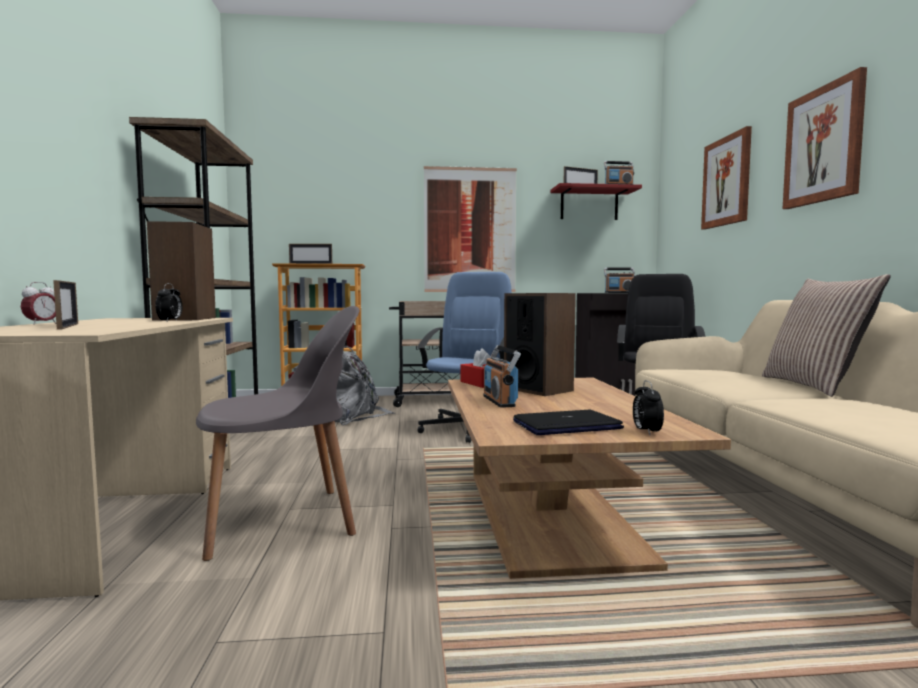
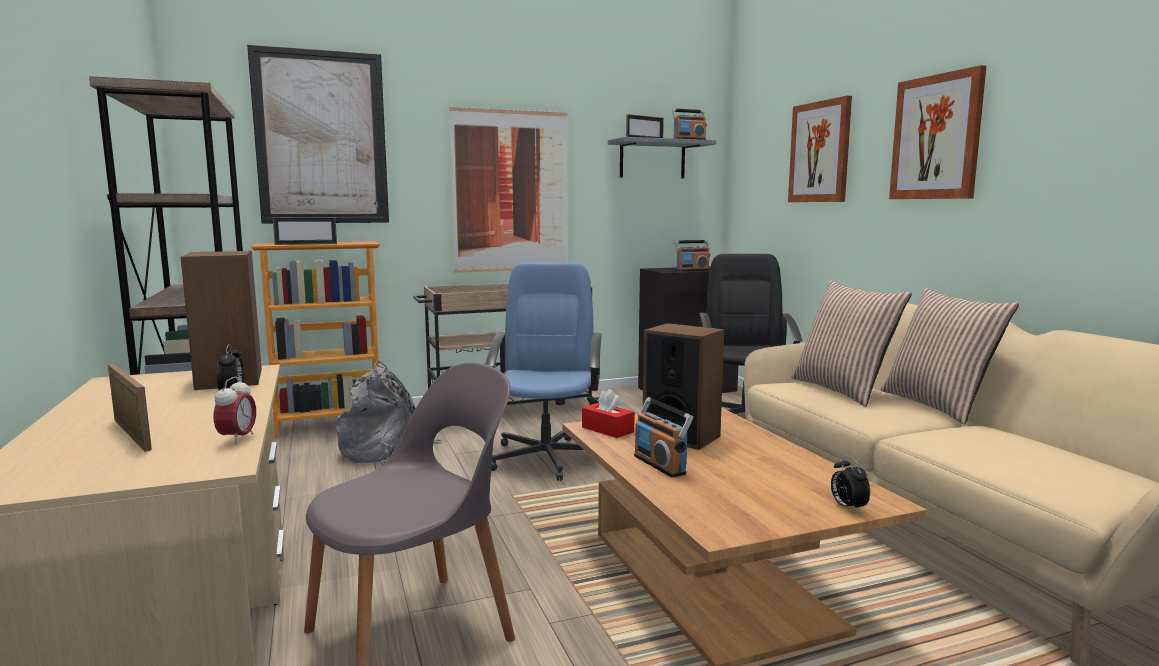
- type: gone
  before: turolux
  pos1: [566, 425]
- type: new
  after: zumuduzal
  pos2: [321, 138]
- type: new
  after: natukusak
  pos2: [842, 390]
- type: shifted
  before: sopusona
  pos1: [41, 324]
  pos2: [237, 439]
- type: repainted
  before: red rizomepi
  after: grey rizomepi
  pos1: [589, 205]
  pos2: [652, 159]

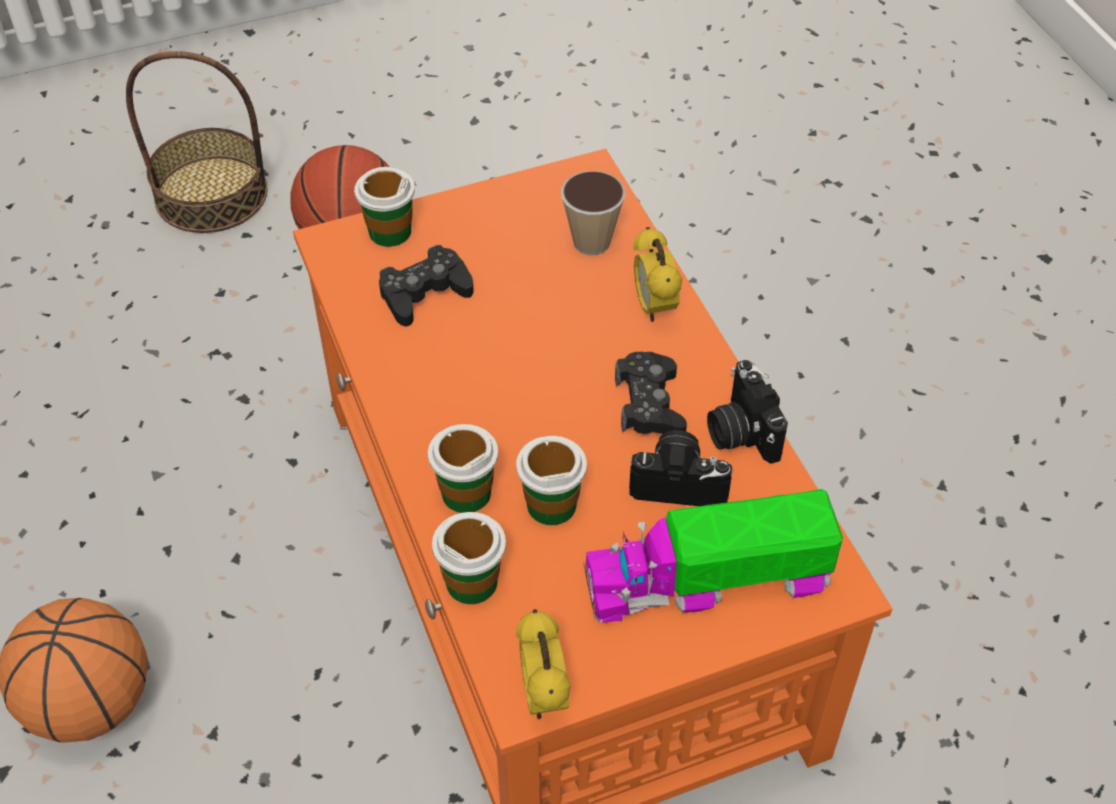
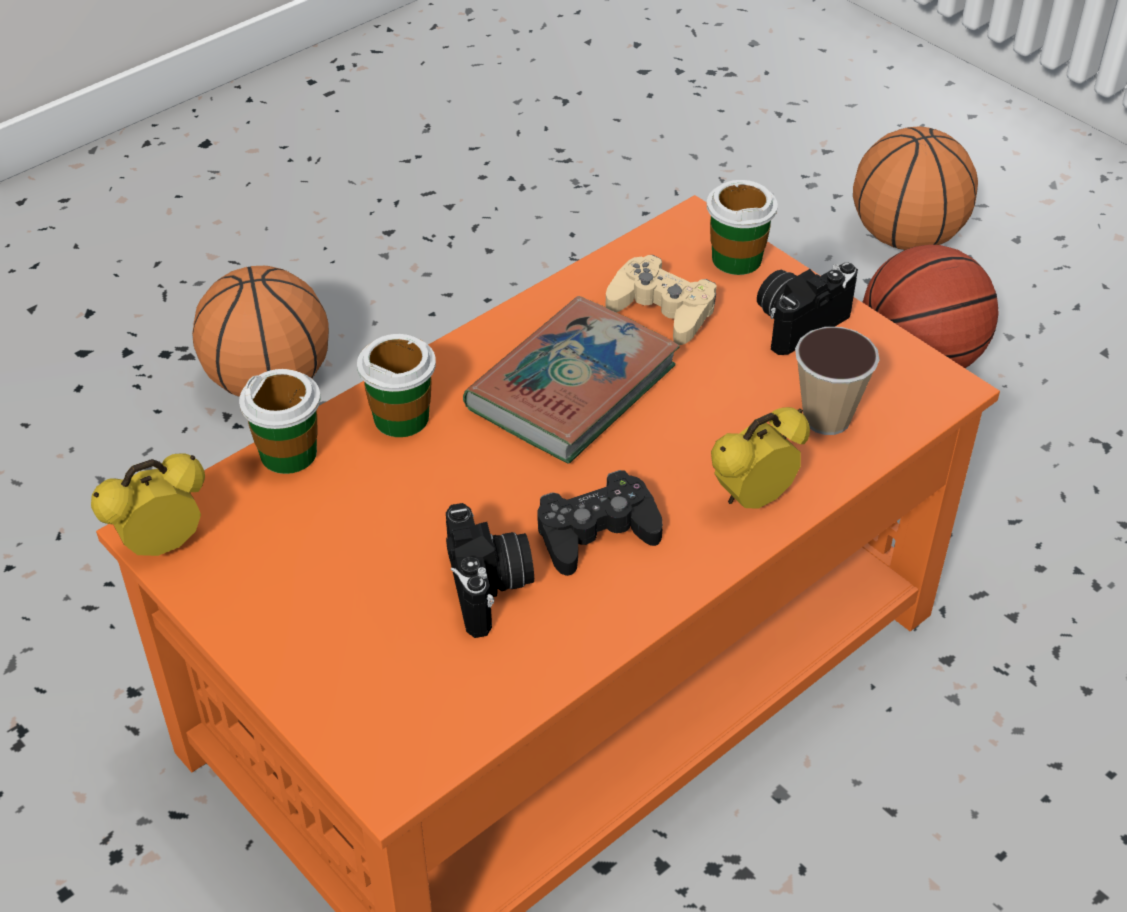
- type: gone
  before: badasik
  pos1: [551, 504]
- type: gone
  before: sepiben
  pos1: [707, 580]
- type: new
  after: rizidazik
  pos2: [572, 388]
- type: shifted
  before: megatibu
  pos1: [740, 431]
  pos2: [798, 321]
- type: swapped
  before: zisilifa
  after: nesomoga
  pos1: [211, 194]
  pos2: [905, 237]
- type: repainted
  before: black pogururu
  after: beige pogururu
  pos1: [424, 293]
  pos2: [662, 309]

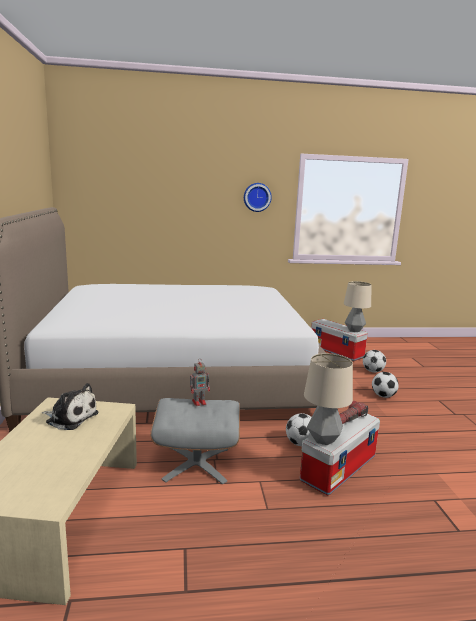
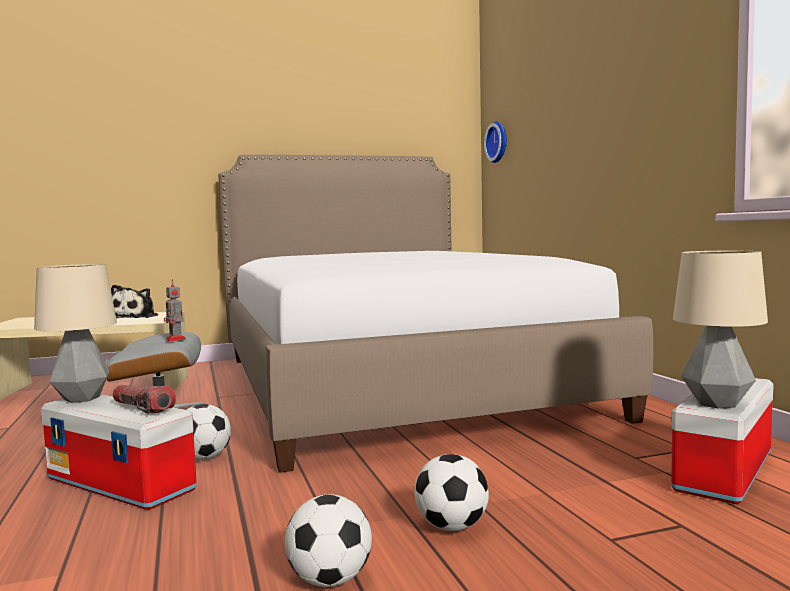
- type: shifted
  before: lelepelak
  pos1: [257, 197]
  pos2: [498, 142]
- type: shifted
  before: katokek
  pos1: [373, 371]
  pos2: [330, 580]

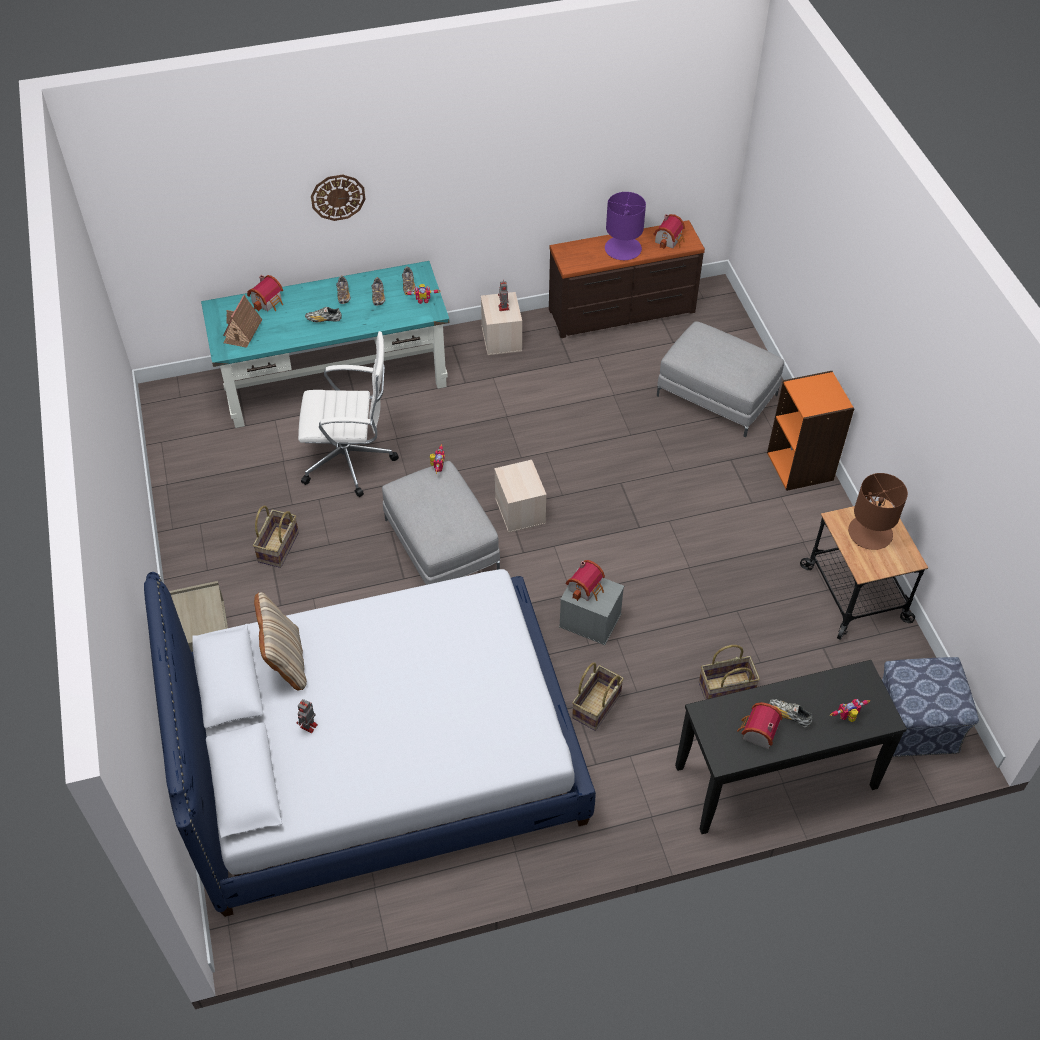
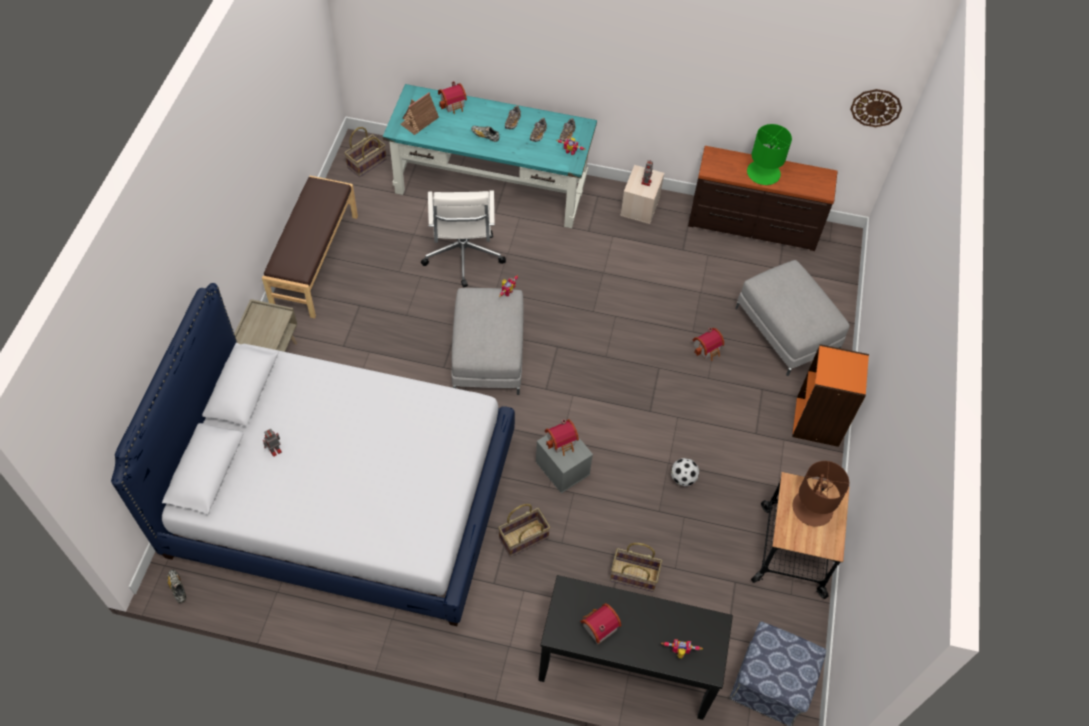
- type: gone
  before: beige natukusak
  pos1: [285, 662]
- type: gone
  before: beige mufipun
  pos1: [521, 511]
- type: new
  after: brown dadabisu
  pos2: [314, 261]
- type: new
  after: katokek
  pos2: [683, 478]
- type: shifted
  before: zisilifa
  pos1: [279, 547]
  pos2: [367, 164]
- type: shifted
  before: lelepelak
  pos1: [338, 197]
  pos2: [876, 107]
- type: shifted
  before: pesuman
  pos1: [670, 240]
  pos2: [708, 349]
- type: shifted
  before: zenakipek
  pos1: [789, 715]
  pos2: [177, 588]
- type: repainted
  before: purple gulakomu
  after: green gulakomu
  pos1: [623, 248]
  pos2: [763, 173]
- type: rotated
  before: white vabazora
  pos1: [351, 460]
  pos2: [463, 256]
  turn: 60

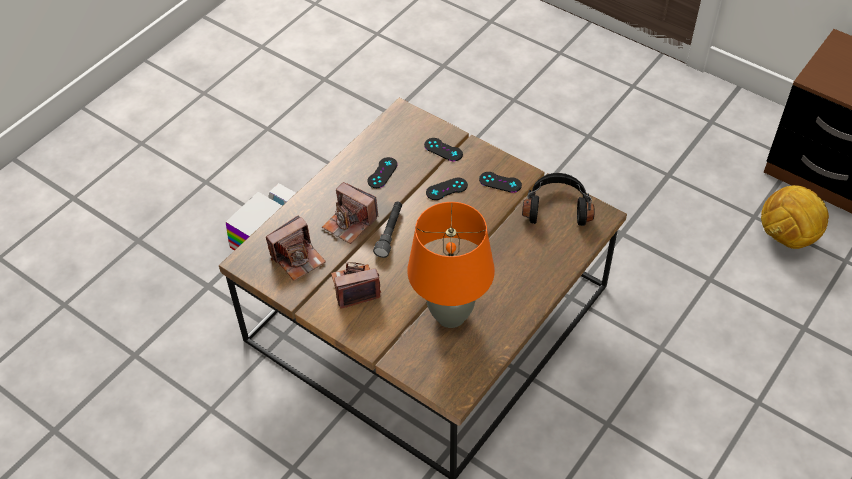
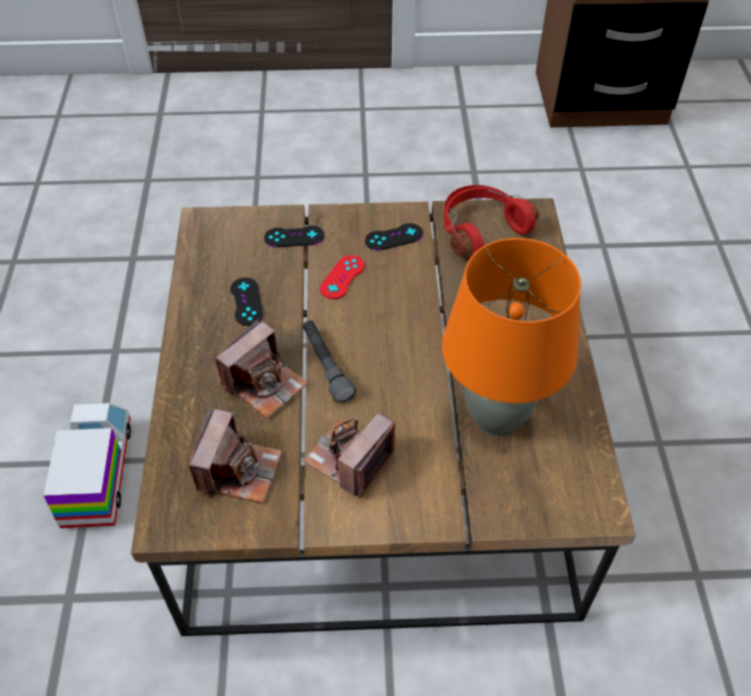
- type: gone
  before: katokek
  pos1: [787, 237]
- type: repainted
  before: black pogururu
  after: red pogururu
  pos1: [446, 189]
  pos2: [342, 277]
- type: repainted
  before: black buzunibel
  after: red buzunibel
  pos1: [557, 207]
  pos2: [480, 229]
- type: rotated
  before: megatibu
  pos1: [350, 223]
  pos2: [264, 384]
  turn: -45

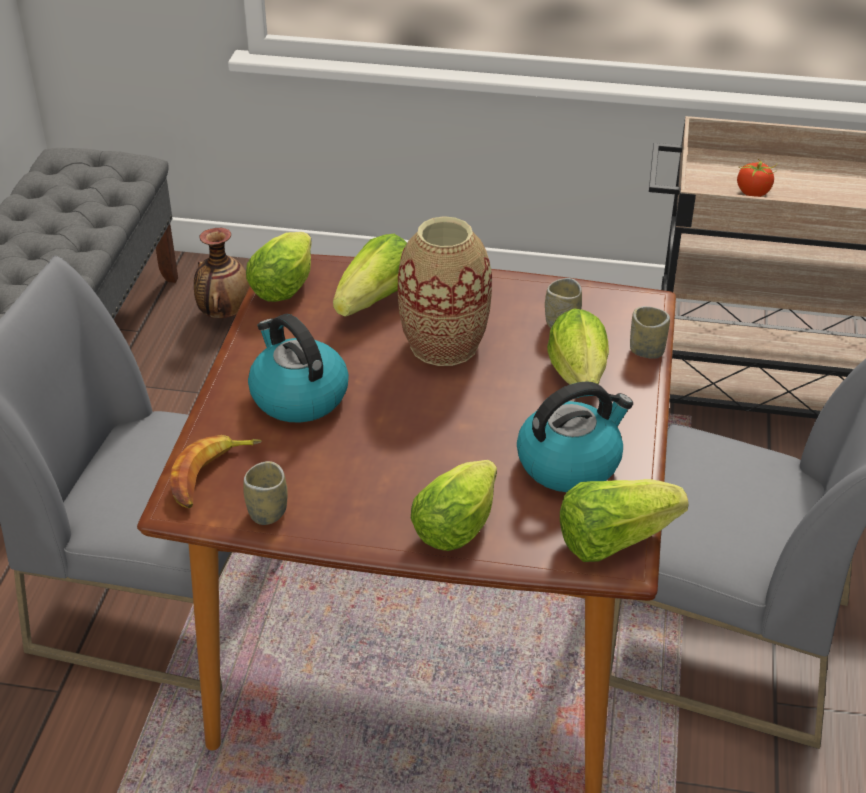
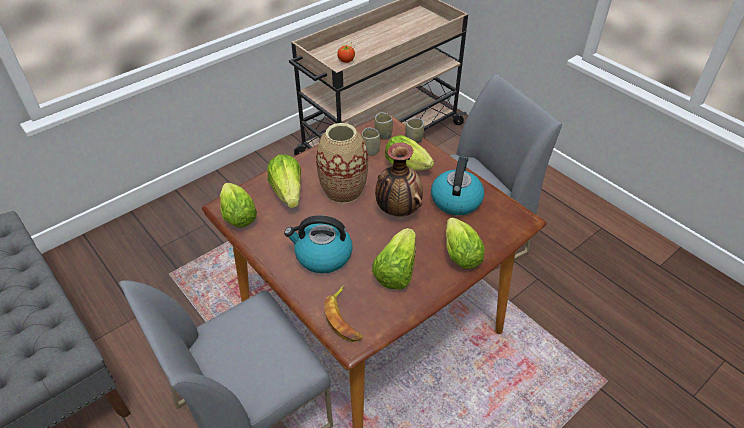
- type: shifted
  before: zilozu
  pos1: [224, 313]
  pos2: [397, 210]
- type: shifted
  before: badasik
  pos1: [267, 512]
  pos2: [383, 135]
- type: shifted
  before: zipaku
  pos1: [613, 539]
  pos2: [396, 270]

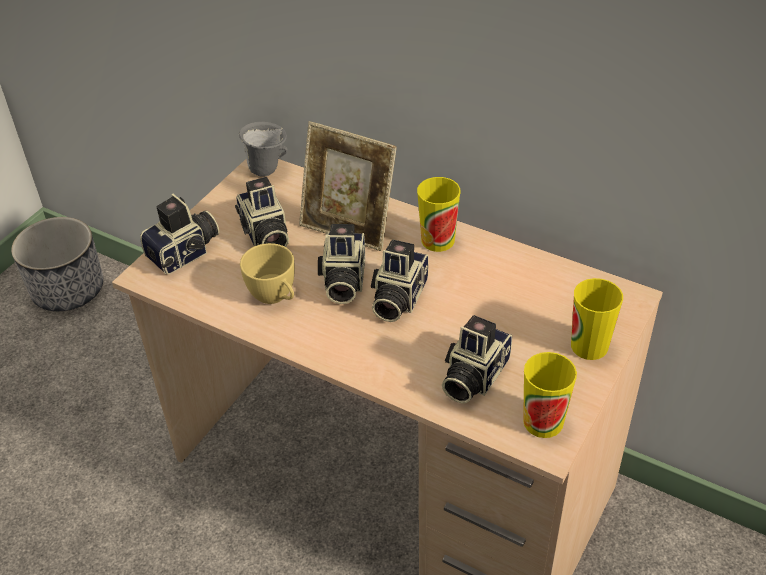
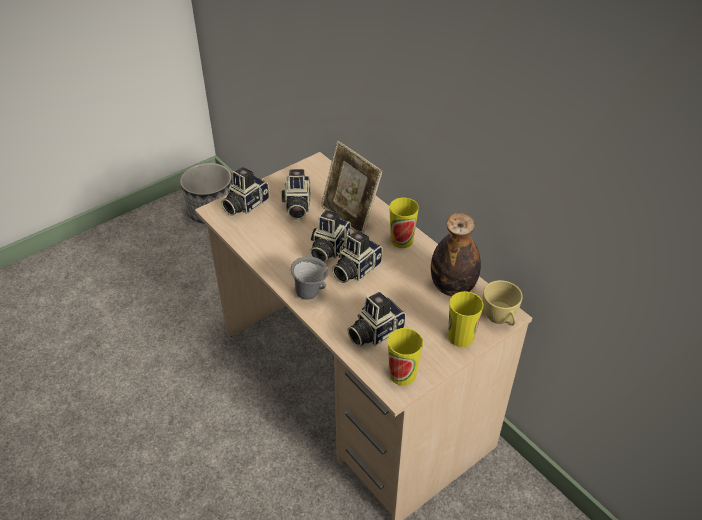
- type: new
  after: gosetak
  pos2: [452, 287]
- type: shifted
  before: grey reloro
  pos1: [267, 170]
  pos2: [310, 294]
- type: shifted
  before: yellow badasik
  pos1: [275, 297]
  pos2: [500, 319]
- type: rotated
  before: megatibu
  pos1: [186, 253]
  pos2: [245, 204]
  turn: 150

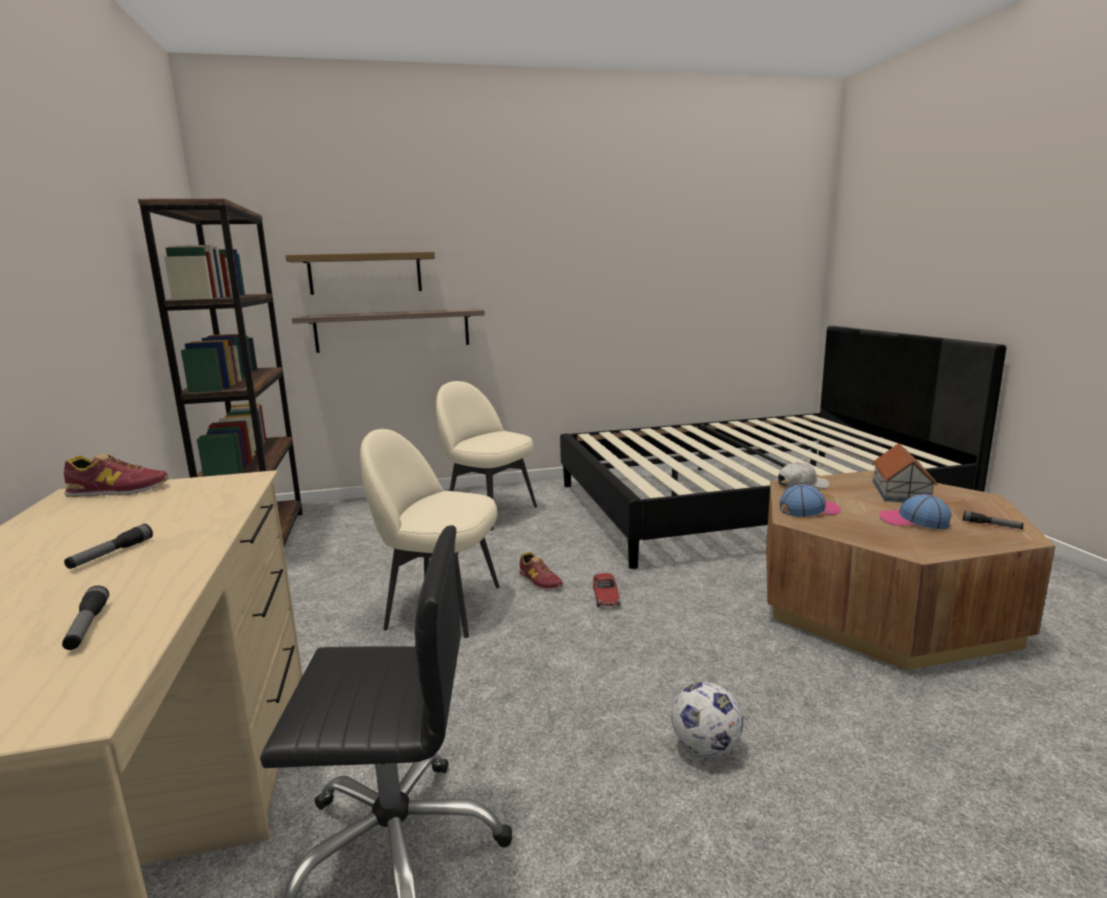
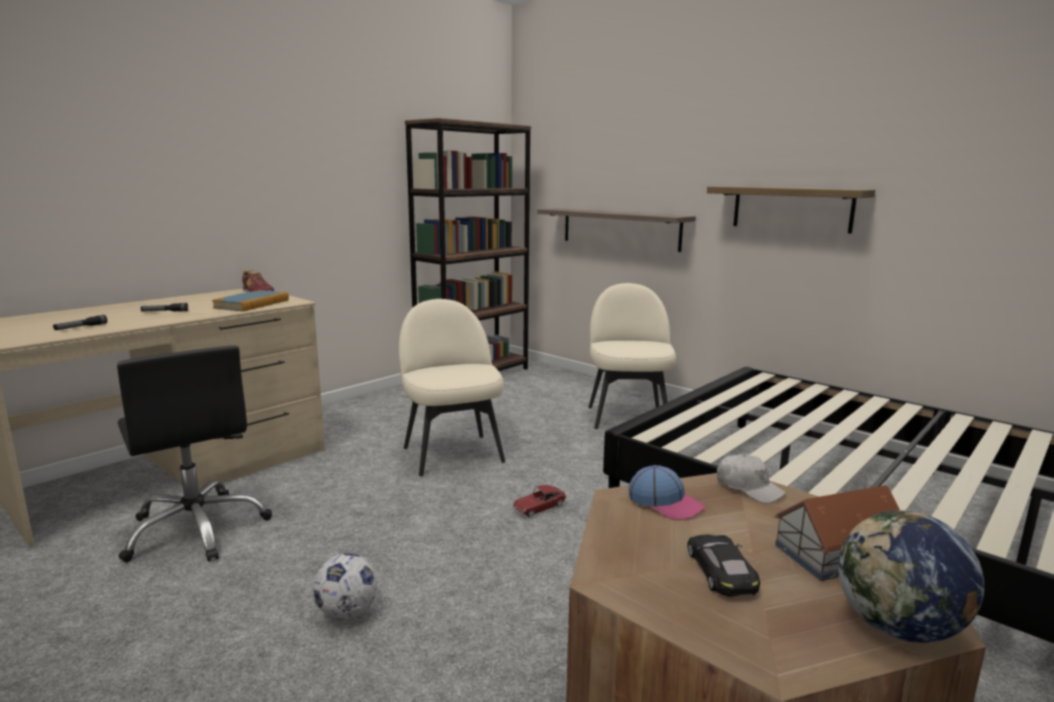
- type: gone
  before: zenakipek
  pos1: [539, 581]
- type: gone
  before: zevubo
  pos1: [992, 525]
- type: new
  after: rizidazik
  pos2: [252, 304]
- type: new
  after: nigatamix
  pos2: [898, 628]
- type: shifted
  before: rizomepi
  pos1: [365, 273]
  pos2: [791, 208]
- type: swapped
  before: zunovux
  after: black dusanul
  pos1: [913, 521]
  pos2: [720, 571]

